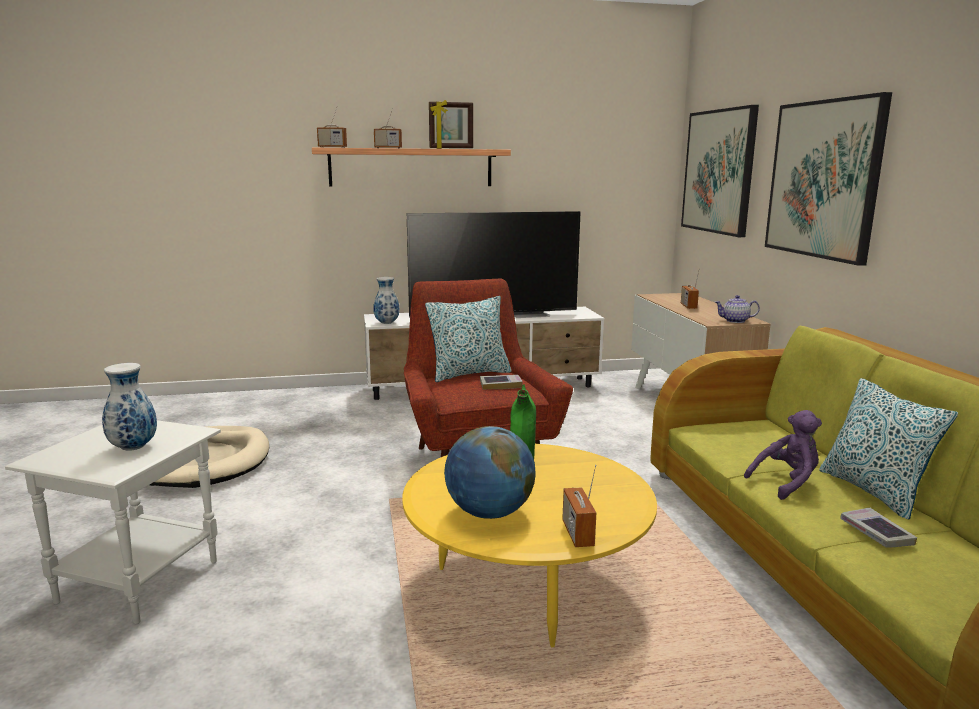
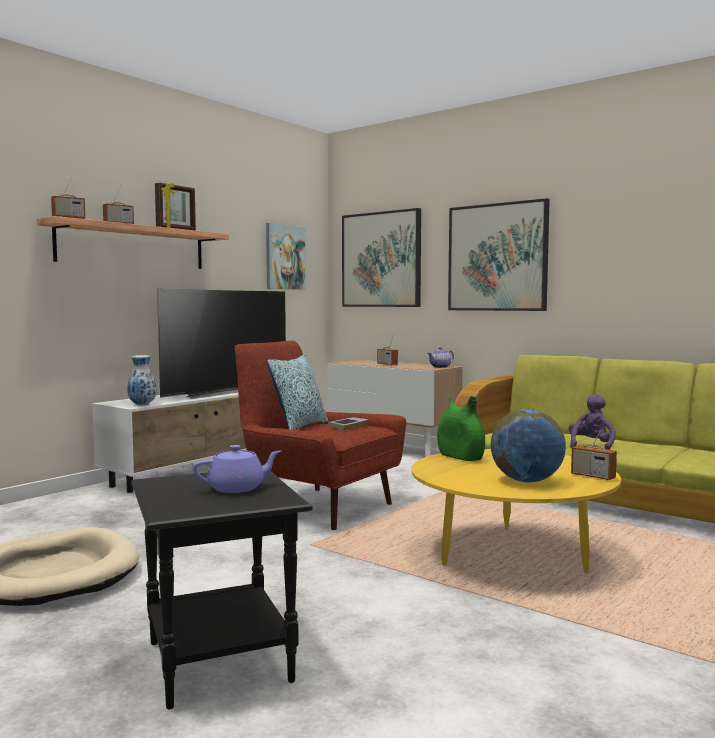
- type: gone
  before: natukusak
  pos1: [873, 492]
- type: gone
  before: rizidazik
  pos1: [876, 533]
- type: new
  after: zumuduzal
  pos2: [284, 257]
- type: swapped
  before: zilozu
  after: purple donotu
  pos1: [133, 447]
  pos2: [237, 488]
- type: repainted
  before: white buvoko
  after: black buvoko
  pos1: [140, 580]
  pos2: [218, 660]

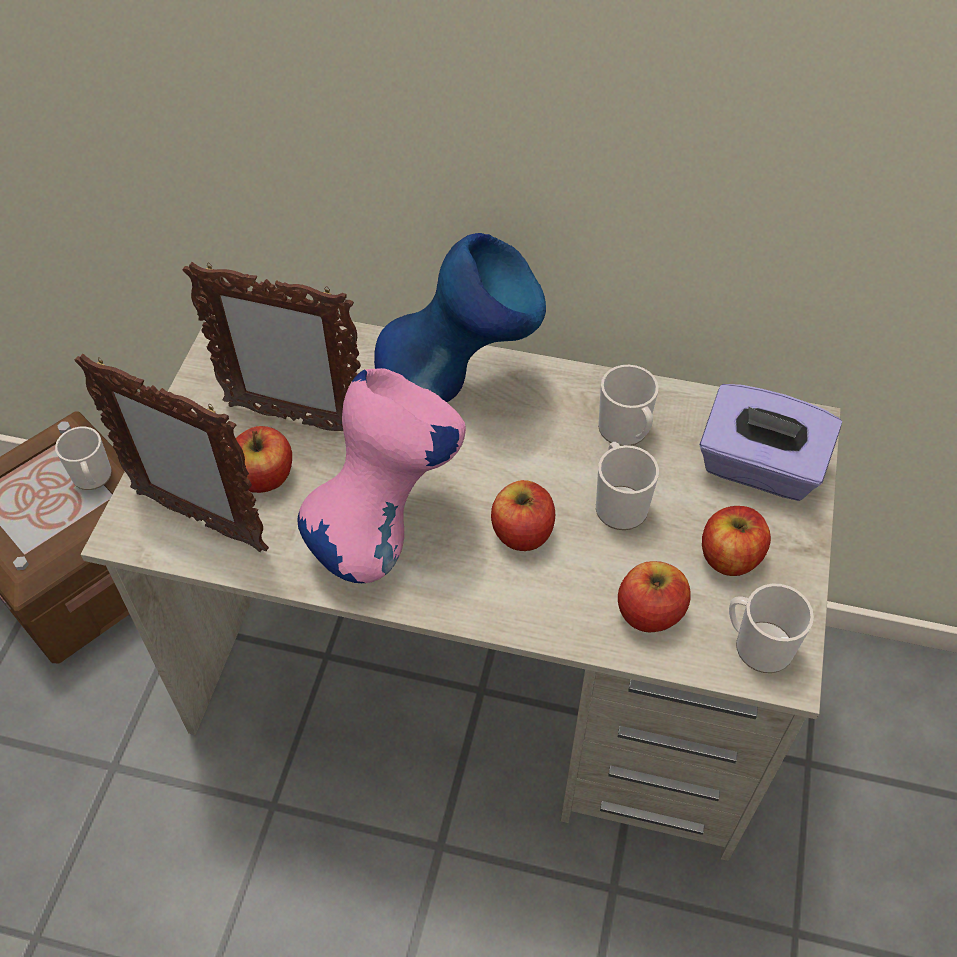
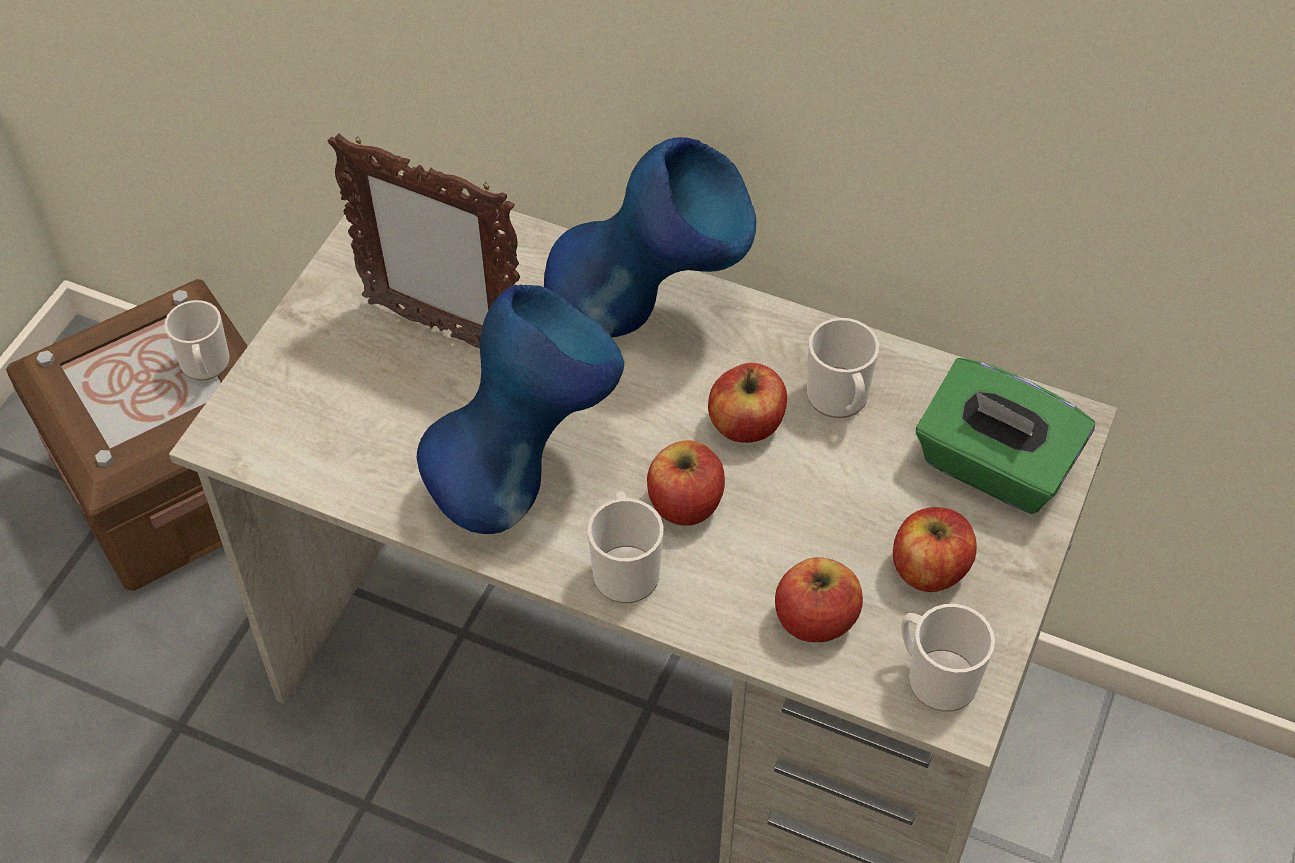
- type: gone
  before: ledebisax
  pos1: [199, 520]
- type: shifted
  before: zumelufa
  pos1: [264, 477]
  pos2: [746, 424]
- type: shifted
  before: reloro
  pos1: [619, 504]
  pos2: [625, 569]
- type: repainted
  before: pink zilozu
  after: blue zilozu
  pos1: [387, 528]
  pos2: [526, 475]
- type: repainted
  before: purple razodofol
  after: green razodofol
  pos1: [758, 468]
  pos2: [993, 467]

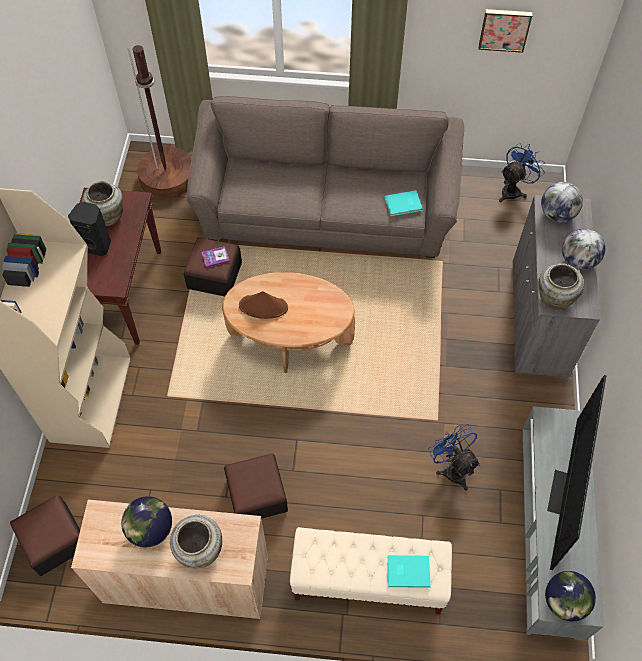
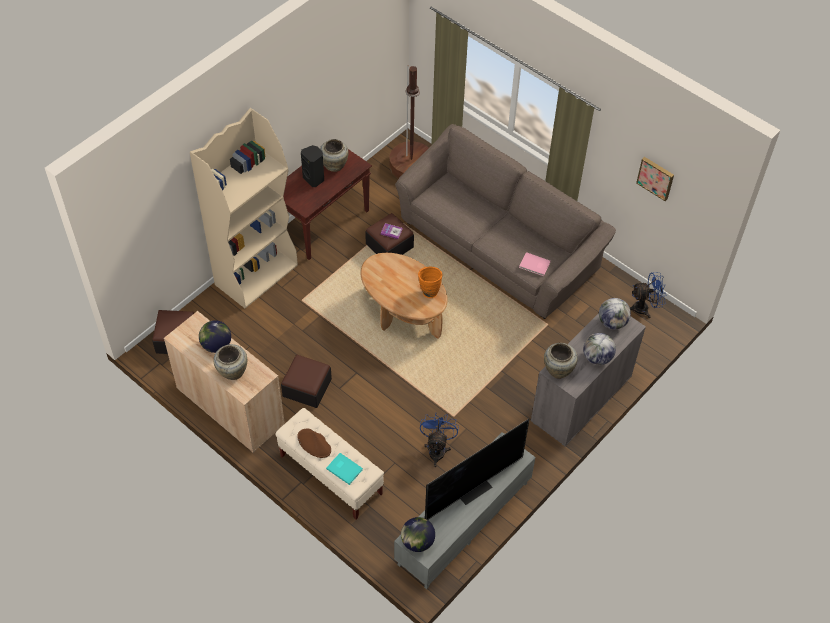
- type: new
  after: orange zilozu
  pos2: [429, 291]
- type: shifted
  before: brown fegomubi
  pos1: [263, 306]
  pos2: [314, 444]
- type: repainted
  before: turquoise rizidazik
  after: pink rizidazik
  pos1: [404, 205]
  pos2: [534, 265]

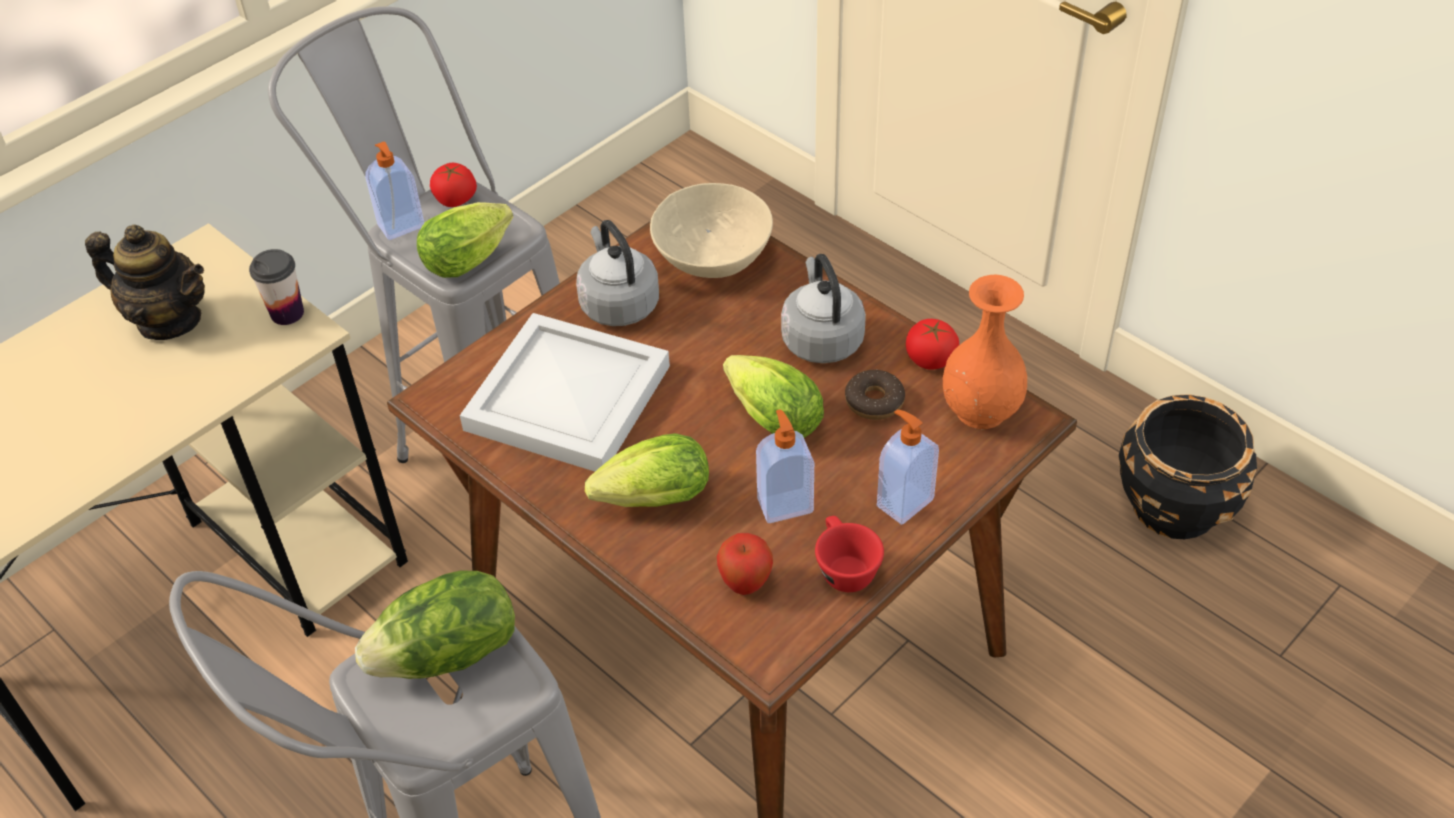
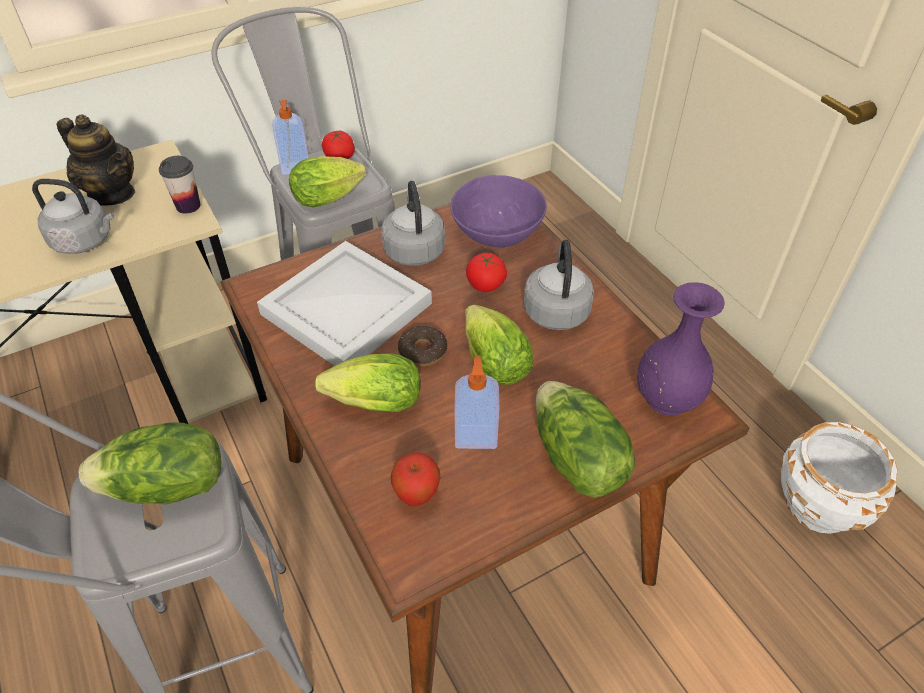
- type: gone
  before: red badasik
  pos1: [843, 568]
- type: new
  after: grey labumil
  pos2: [85, 241]
- type: shifted
  before: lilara
  pos1: [874, 401]
  pos2: [423, 352]
- type: shifted
  before: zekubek
  pos1: [930, 359]
  pos2: [485, 284]
- type: swapped
  before: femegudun
  after: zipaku
  pos1: [903, 502]
  pos2: [575, 460]
- type: repainted
  before: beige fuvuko
  after: purple fuvuko
  pos1: [713, 258]
  pos2: [497, 233]
- type: repainted
  before: orange zilozu
  after: purple zilozu
  pos1: [981, 409]
  pos2: [667, 398]
- type: repainted
  before: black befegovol
  after: white befegovol
  pos1: [1175, 506]
  pos2: [819, 504]

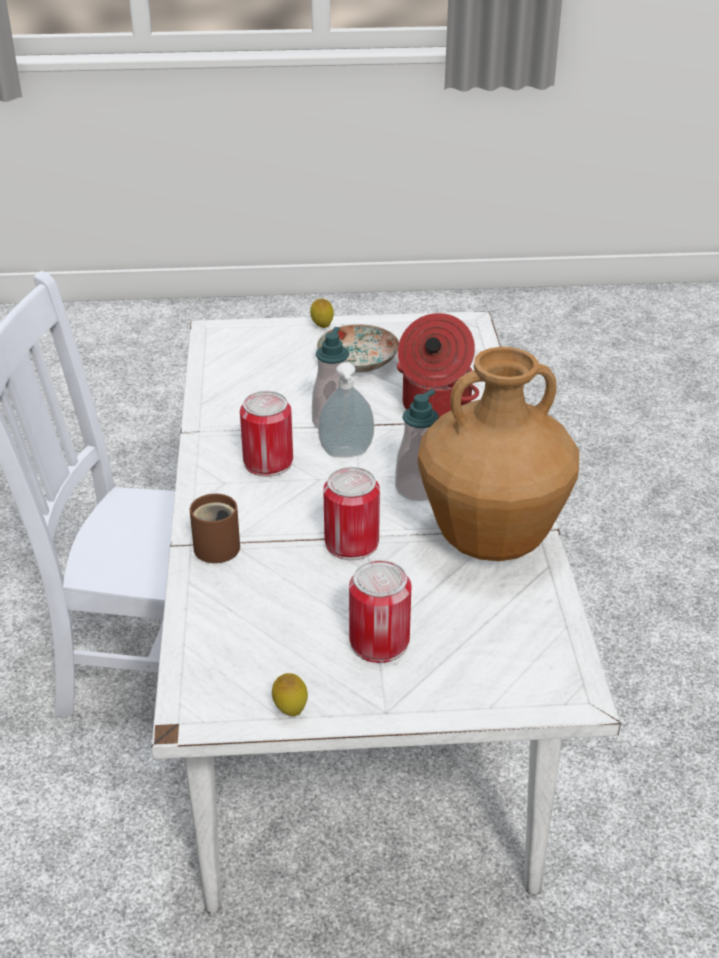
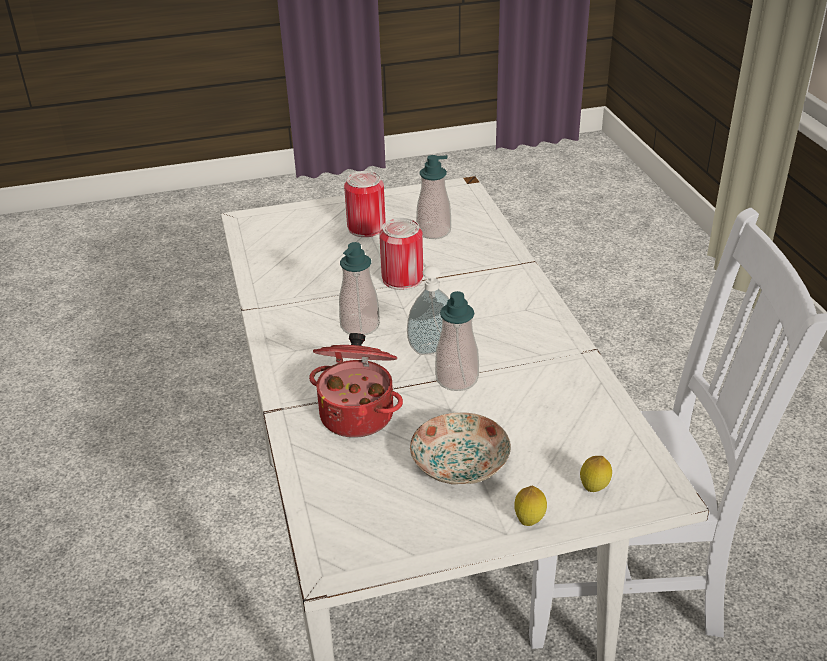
- type: gone
  before: brown reloro
  pos1: [217, 545]
- type: gone
  before: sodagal
  pos1: [268, 462]
- type: gone
  before: brown zilozu
  pos1: [490, 542]
- type: new
  after: femegudun
  pos2: [433, 231]
- type: shifted
  before: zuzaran
  pos1: [290, 711]
  pos2: [594, 489]

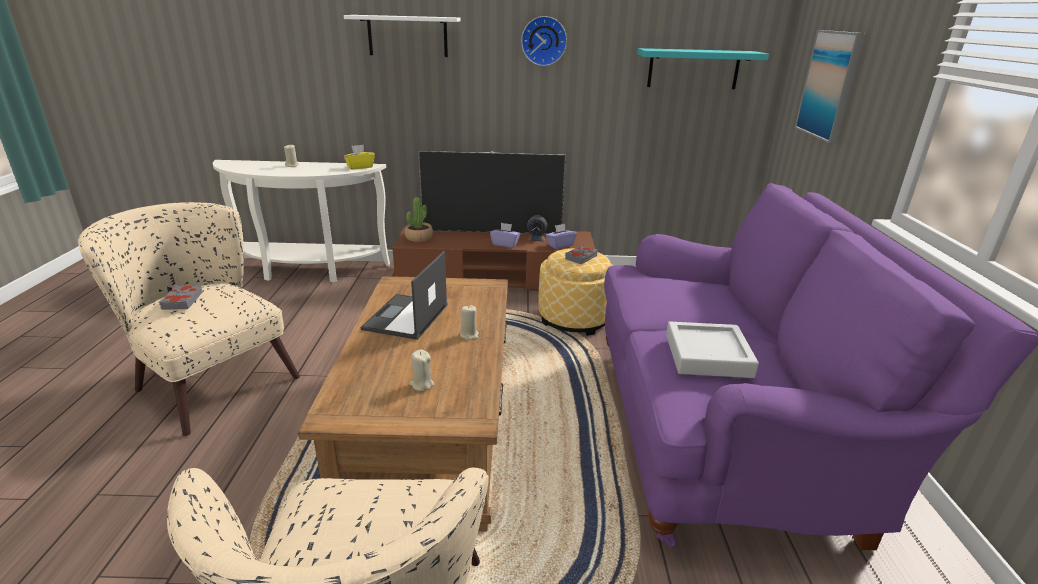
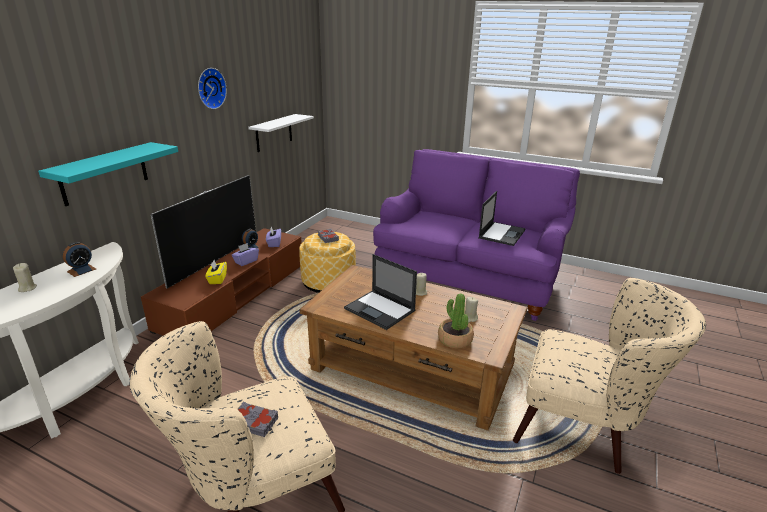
- type: gone
  before: zumuduzal
  pos1: [829, 85]
- type: new
  after: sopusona
  pos2: [81, 270]
- type: shifted
  before: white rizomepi
  pos1: [407, 36]
  pos2: [274, 133]
- type: shifted
  before: yellow razodofol
  pos1: [360, 167]
  pos2: [217, 279]
- type: shifted
  before: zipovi
  pos1: [419, 237]
  pos2: [455, 339]
- type: shifted
  before: turquoise rizomepi
  pos1: [693, 69]
  pos2: [104, 173]
- type: swapped
  before: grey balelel
  after: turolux
  pos1: [707, 356]
  pos2: [502, 233]

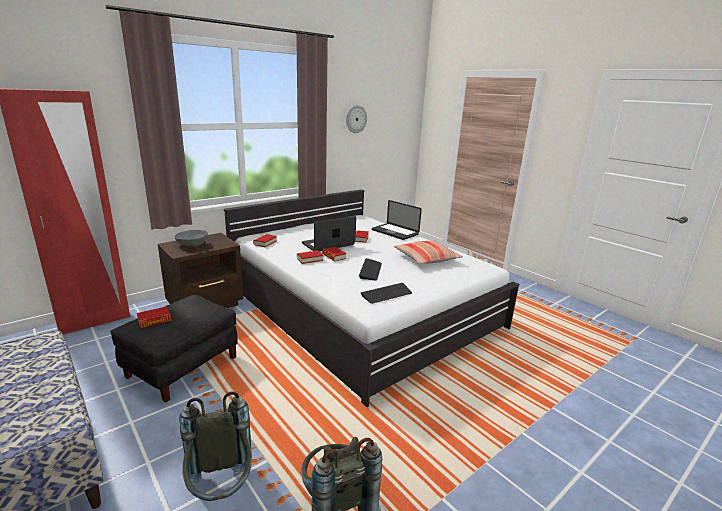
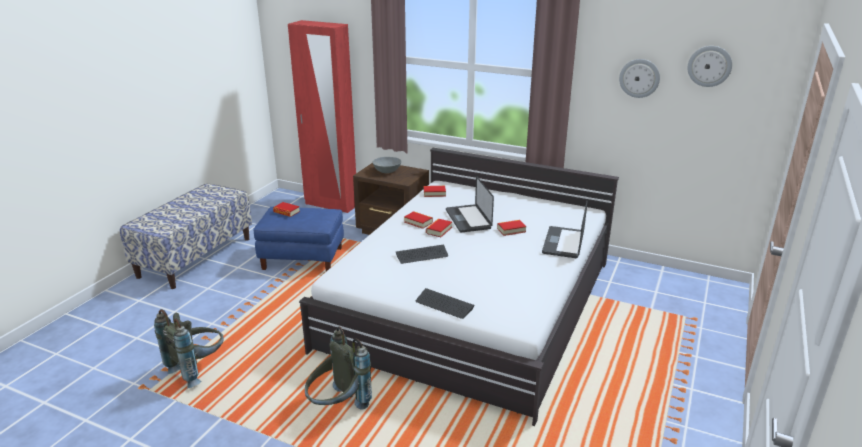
- type: gone
  before: natukusak
  pos1: [426, 258]
- type: new
  after: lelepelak
  pos2: [709, 66]
- type: shifted
  before: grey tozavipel
  pos1: [221, 491]
  pos2: [338, 407]
- type: shifted
  before: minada
  pos1: [386, 294]
  pos2: [444, 304]
- type: repainted
  before: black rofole
  after: blue rofole
  pos1: [182, 366]
  pos2: [303, 258]
- type: rotated
  before: turolux
  pos1: [328, 244]
  pos2: [468, 219]
  turn: -135

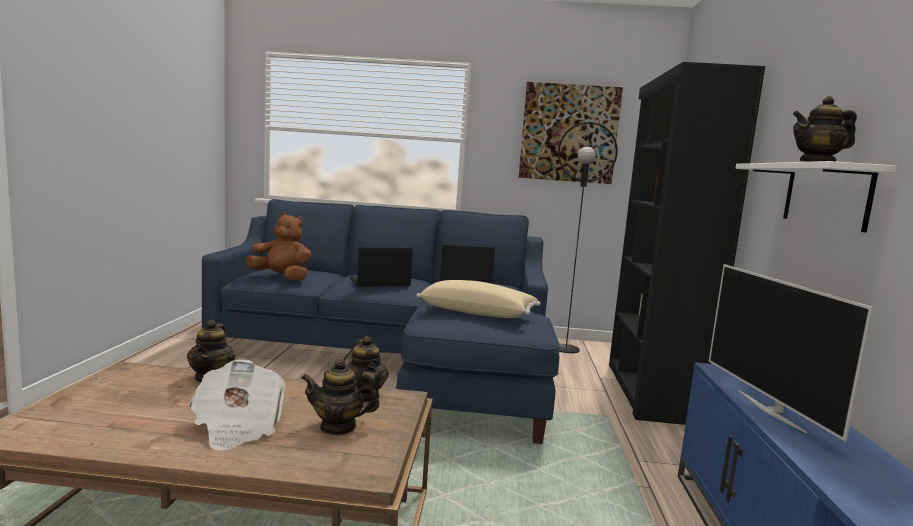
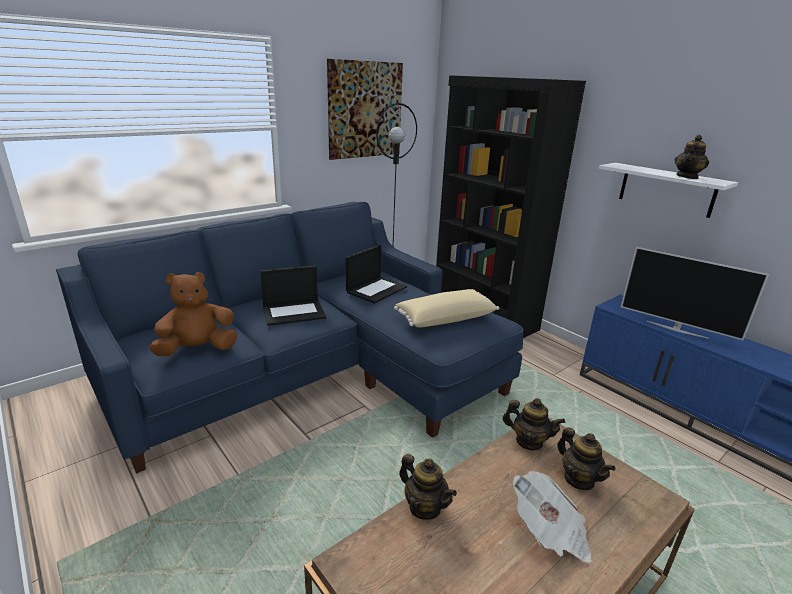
- type: rotated
  before: donotu
  pos1: [338, 427]
  pos2: [579, 479]
  turn: -75
- type: rotated
  before: turolux
  pos1: [379, 282]
  pos2: [294, 312]
  turn: -135

